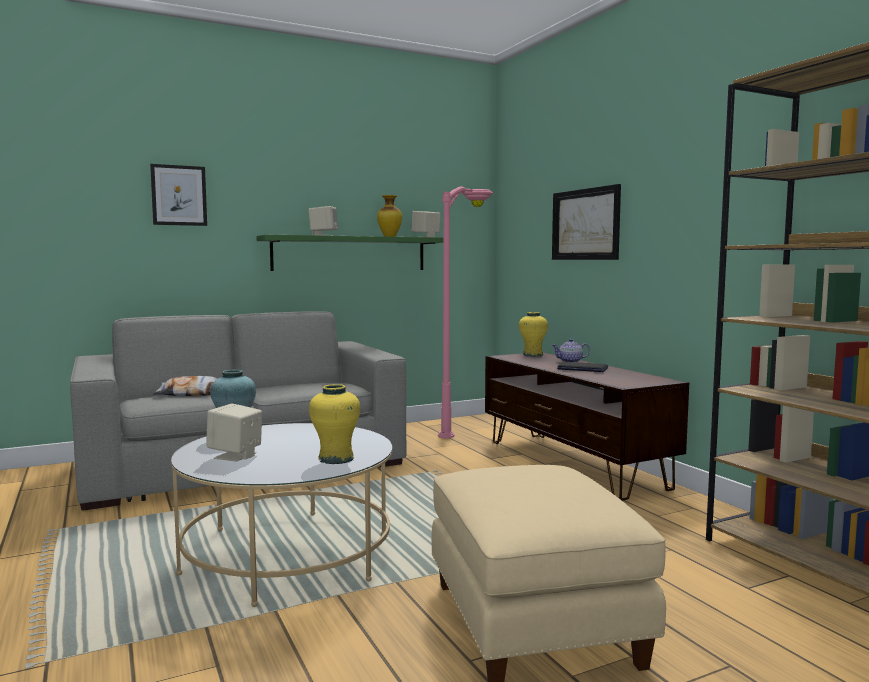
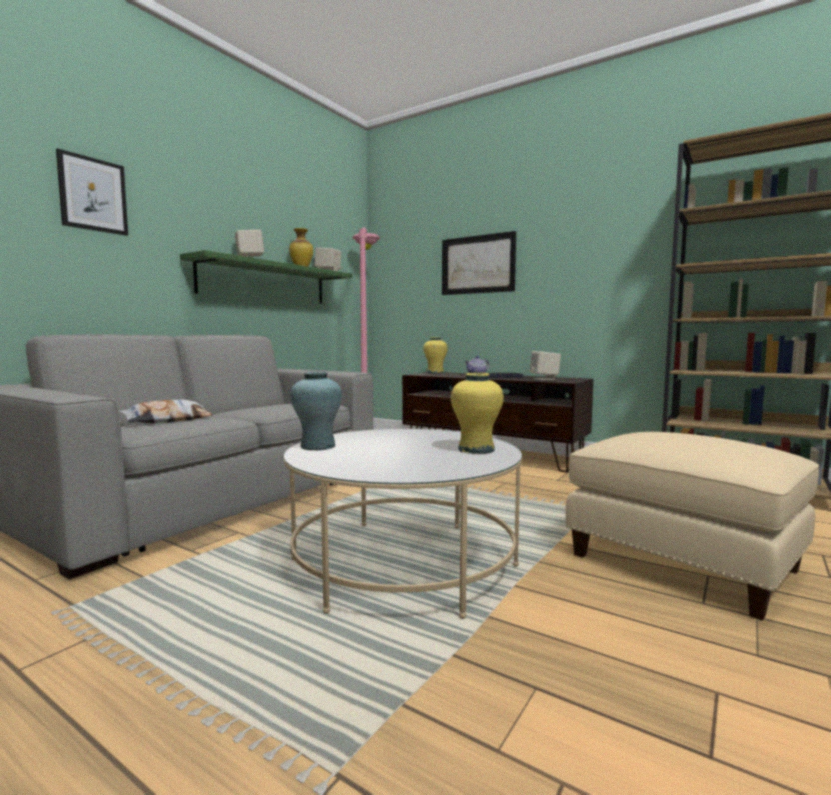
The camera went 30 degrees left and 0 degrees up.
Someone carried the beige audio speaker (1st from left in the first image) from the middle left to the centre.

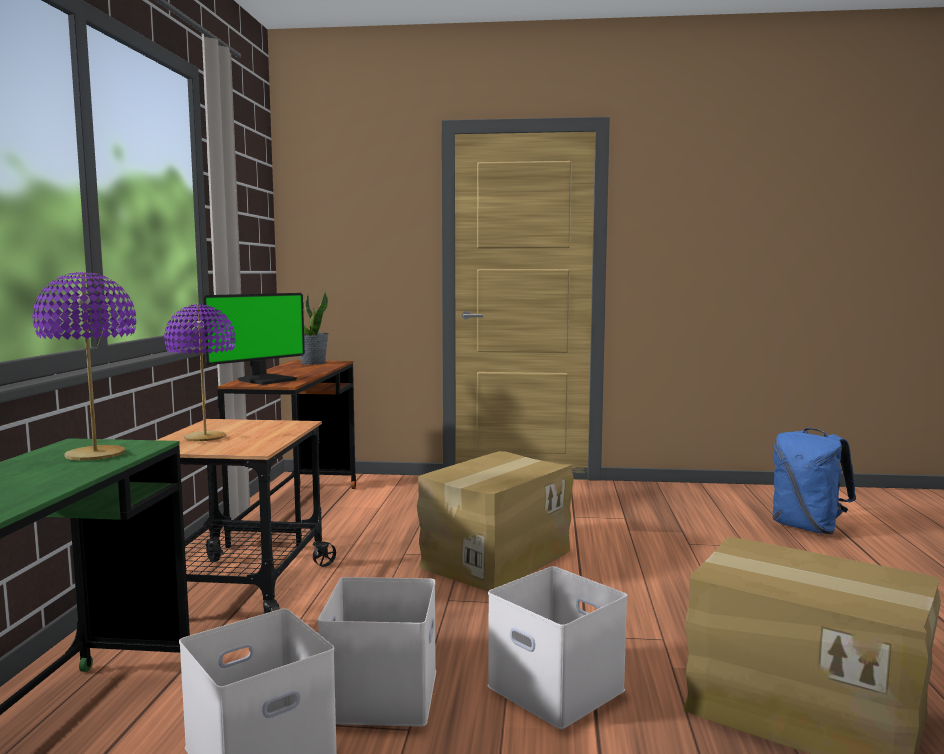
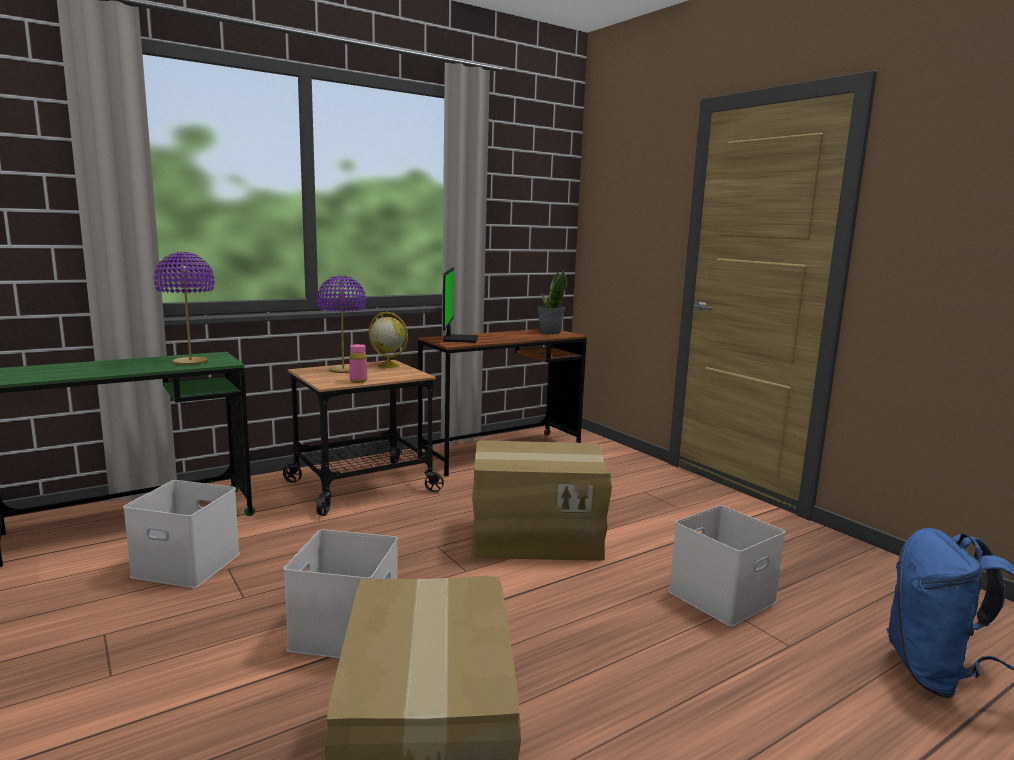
The camera went 50 degrees right and 5 degrees up.
Someone put down the pink beverage bottle at the centre.
Someone put down the desk globe at the centre.
Someone carried the whitish storage container (2nd from left in the first image) from the bottom centre to the bottom right.
Someone rotated the monitor at the middle left by 90 degrees counterclockwise.

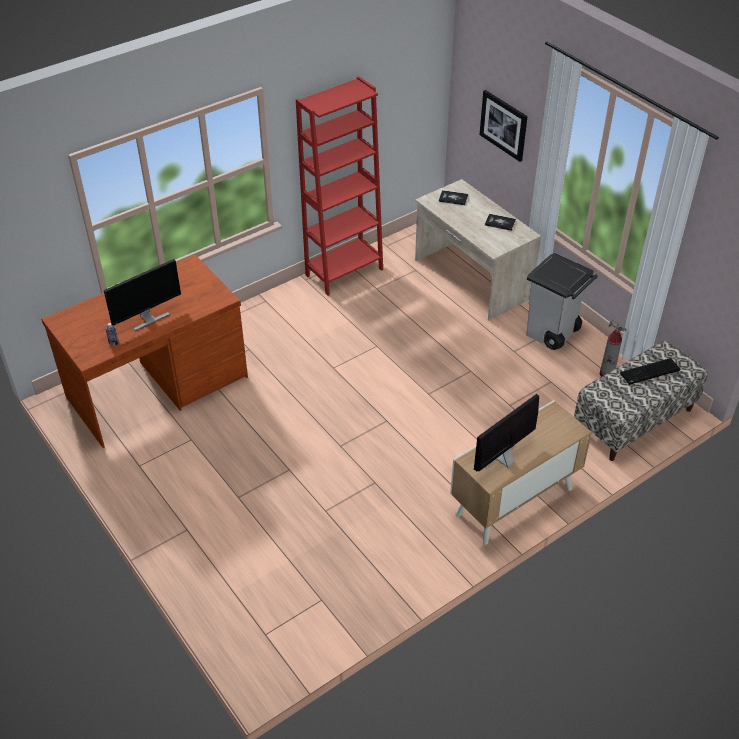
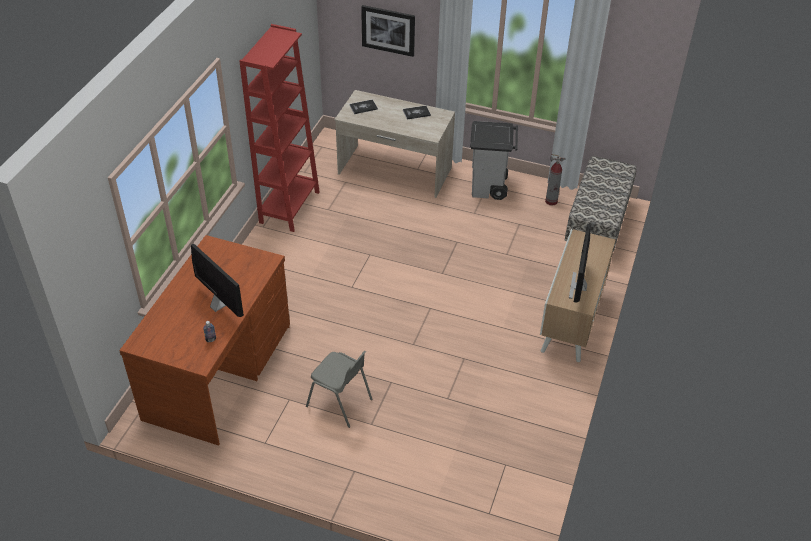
The camera went 35 degrees left and 0 degrees up.
Someone took away the keyboard at the middle right.
Someone put down the grey plain chair at the bottom centre.
Someone rotated the monitor (1st from left) at the middle left by 60 degrees counterclockwise.

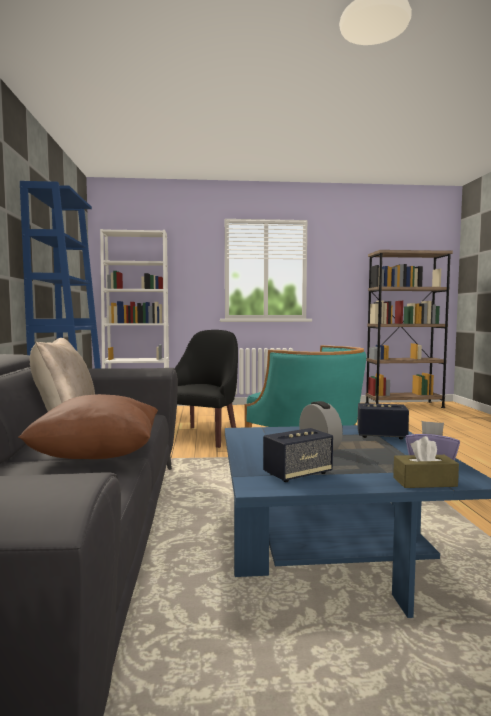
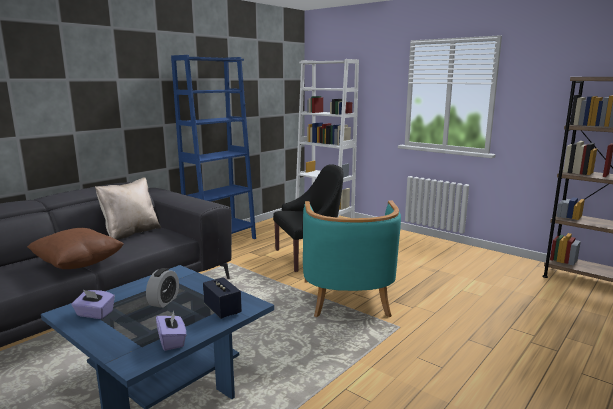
The camera went 45 degrees right and 10 degrees up.
Someone took away the brownish tissue holder at the middle right.
Someone swapped the audio speaker (1st from left) at the centre for the purplish tissue holder (1st from left) at the bottom left.

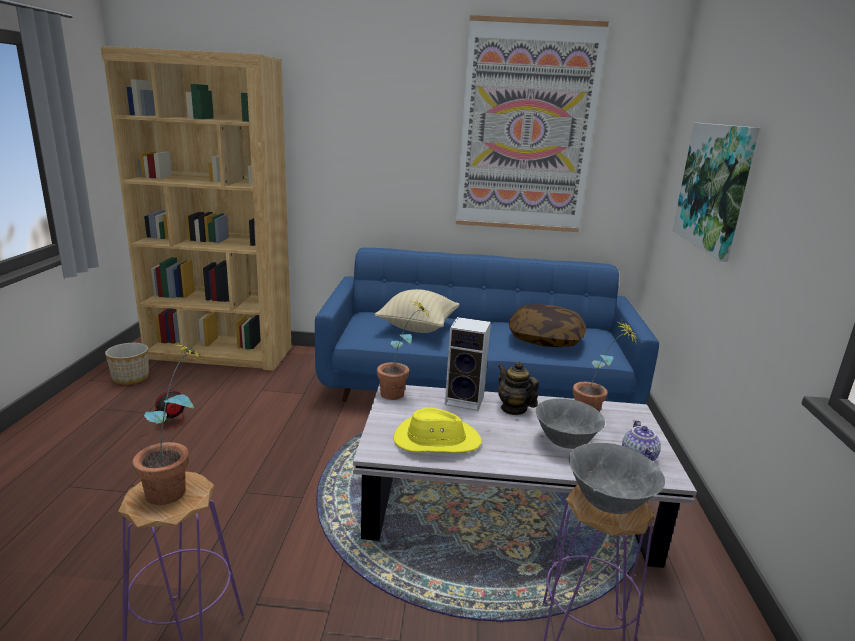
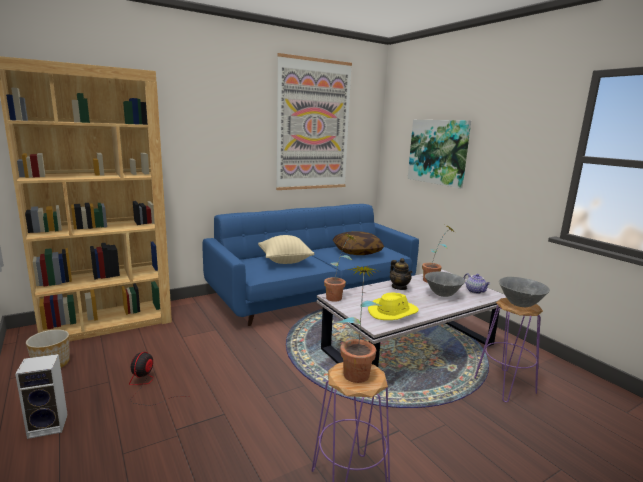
The camera went 35 degrees left and 5 degrees down.
Someone carried the audio speaker from the centre to the bottom left.
Someone rotated the pot for tea (1st from left) at the centre by 135 degrees counterclockwise.

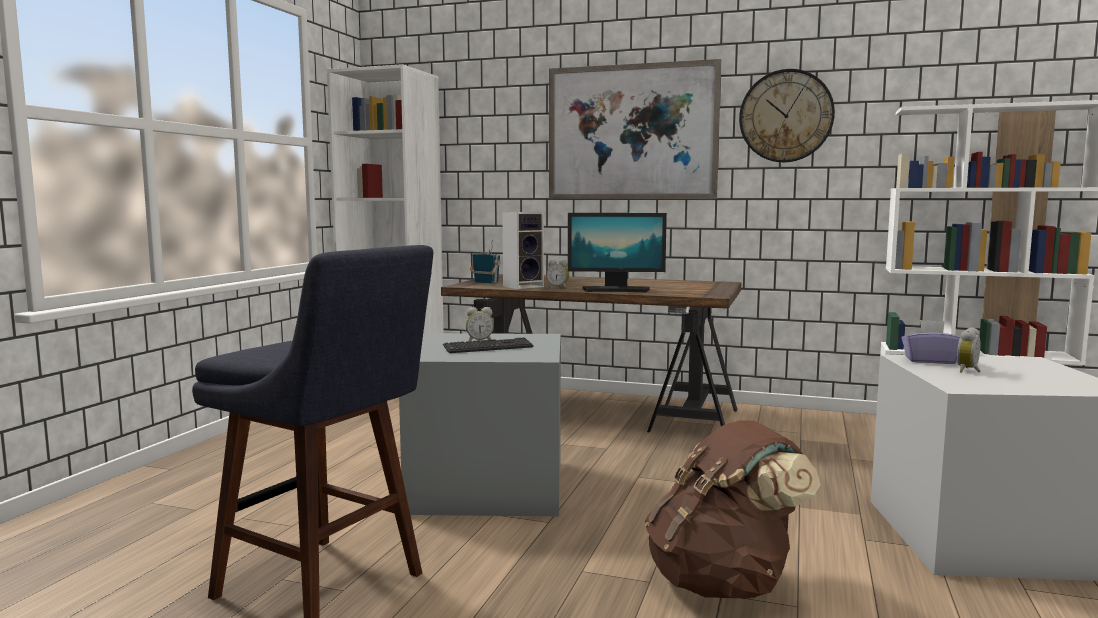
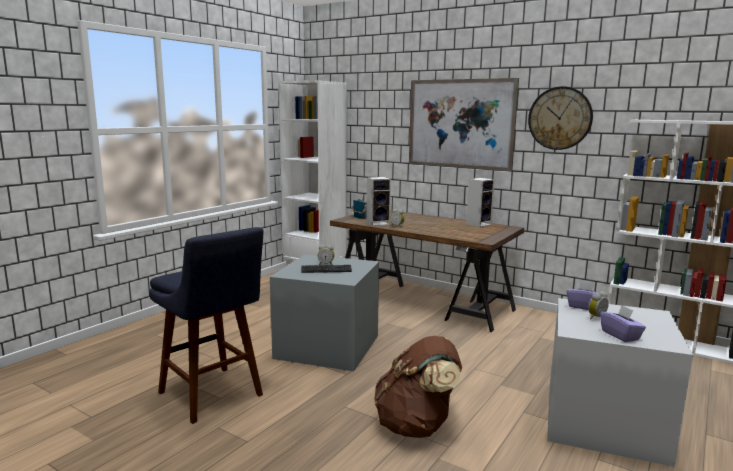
The camera went 15 degrees right and 5 degrees up.
Someone took away the monitor at the centre.
Someone put down the audio speaker (2nd from left) at the centre.
Someone put down the purplish tissue holder (2nd from left) at the bottom right.

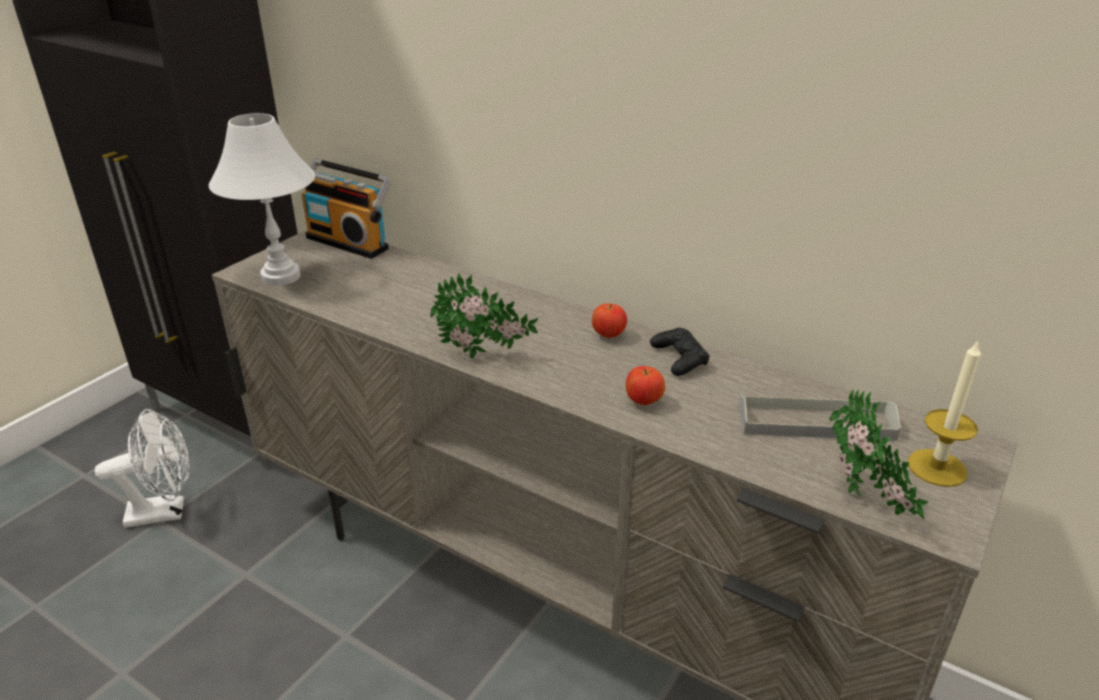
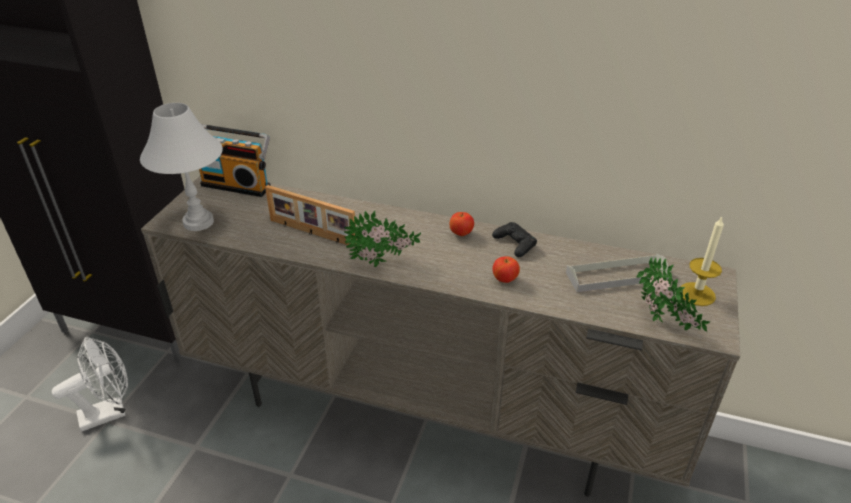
The camera went 15 degrees left and 5 degrees up.
Someone put down the standing frame at the centre.

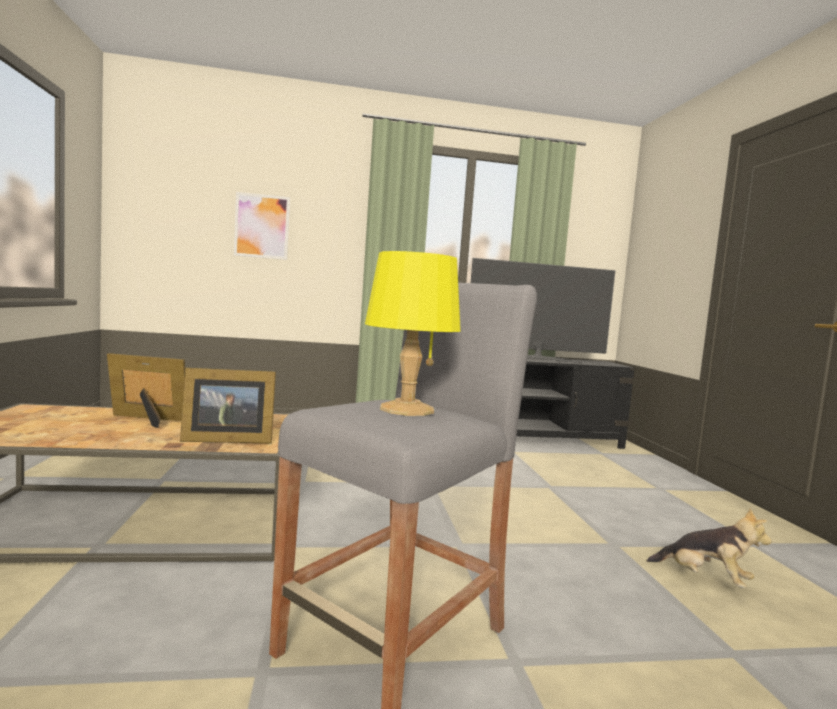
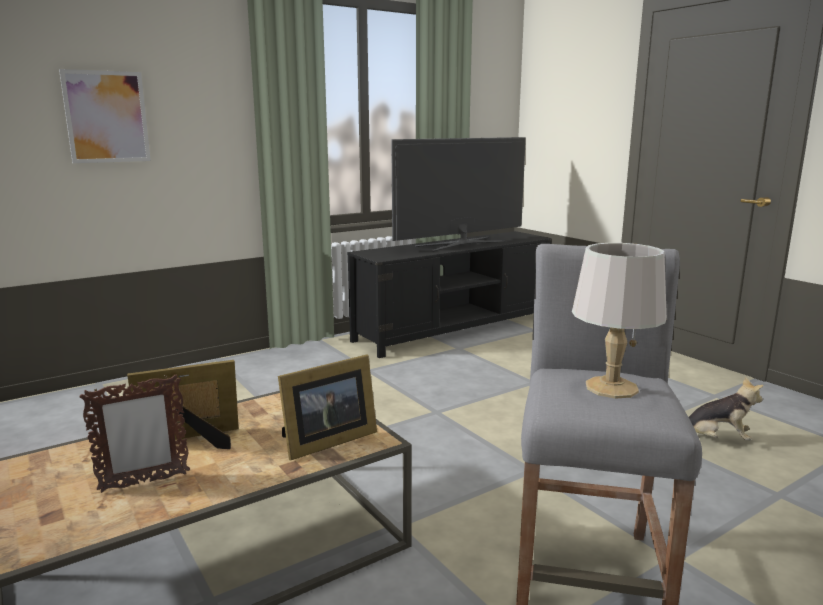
The camera went 25 degrees left and 10 degrees up.
Someone put down the standing frame (1st from left) at the bottom left.
Someone repainted the yellow lamp for a table at the centre, which became the grey lamp for a table at the middle right.

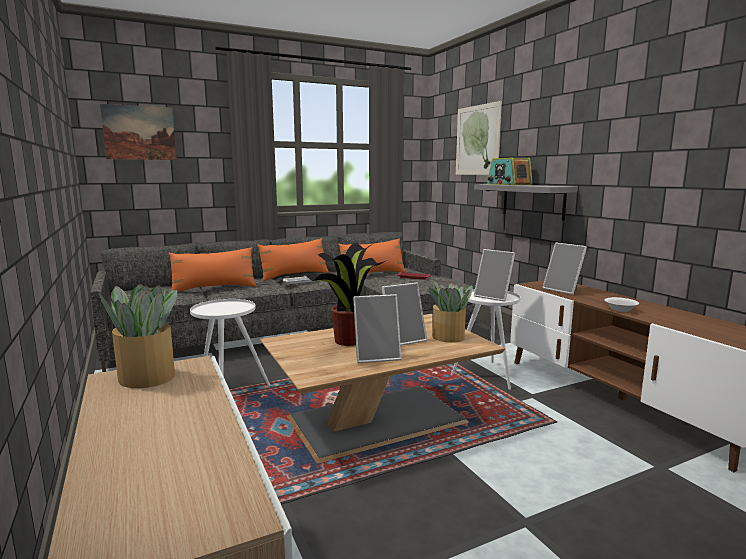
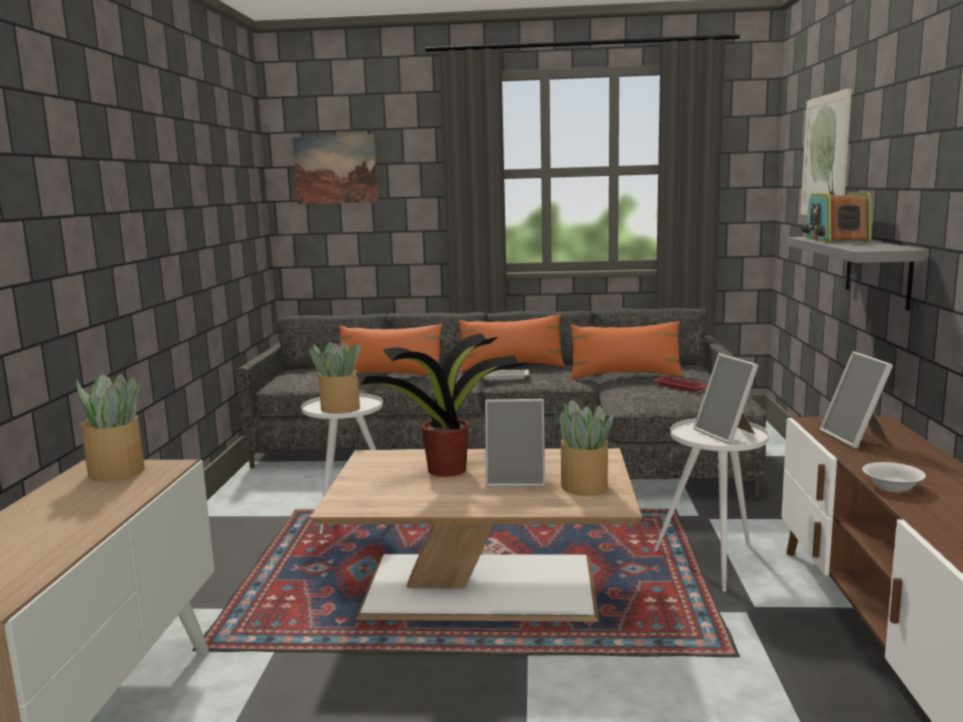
The camera went 30 degrees right and 0 degrees up.
Someone took away the standing frame (1st from left) at the centre.
Someone put down the plant in a pot (2nd from left) at the centre.

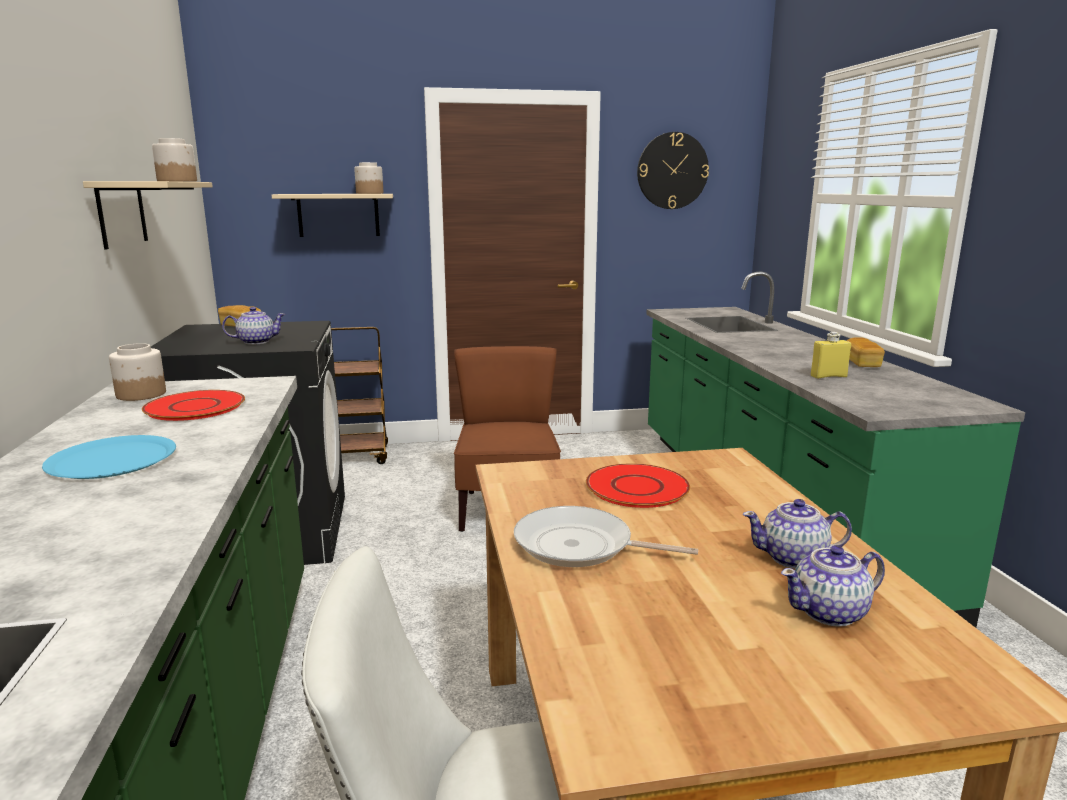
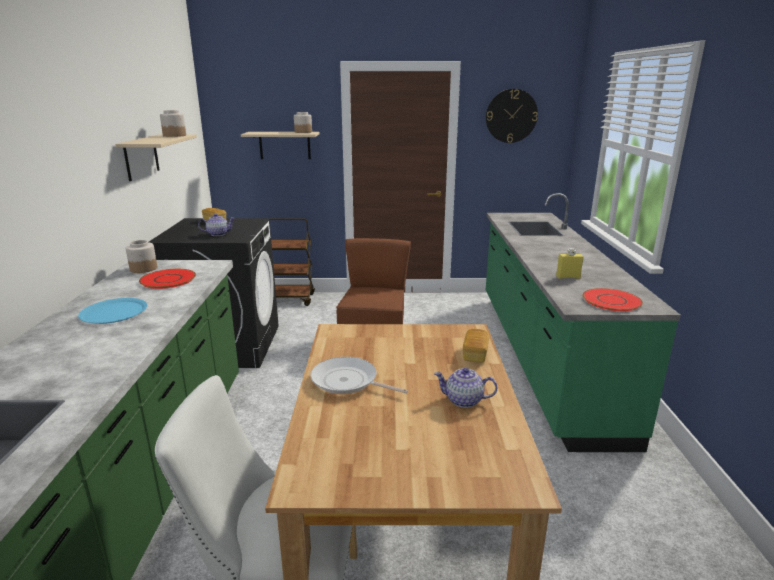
The camera went 10 degrees right and 5 degrees up.
Someone took away the pot for tea (3rd from left) at the bottom right.
Someone carried the reddish dinner plate (2nd from left) from the centre to the middle right.
Someone carried the baked bread (2nd from left) from the middle right to the centre.

